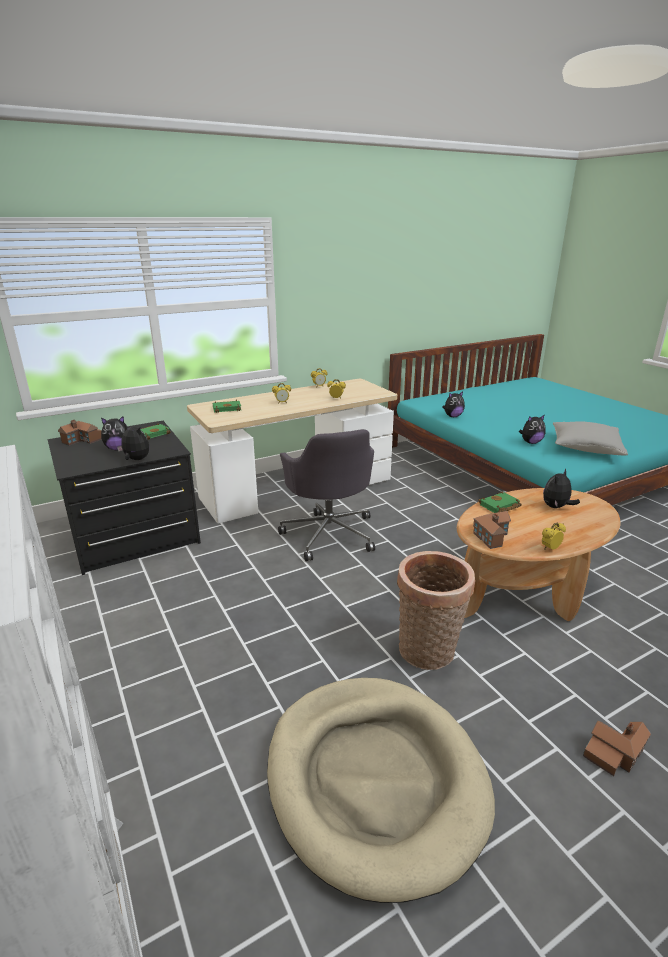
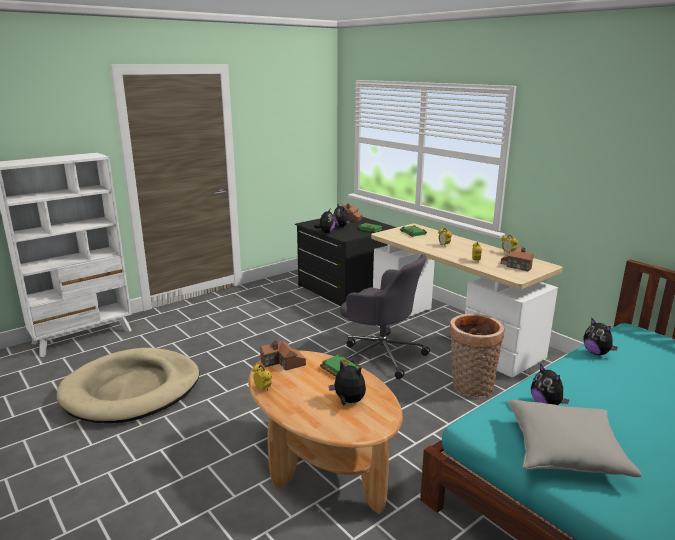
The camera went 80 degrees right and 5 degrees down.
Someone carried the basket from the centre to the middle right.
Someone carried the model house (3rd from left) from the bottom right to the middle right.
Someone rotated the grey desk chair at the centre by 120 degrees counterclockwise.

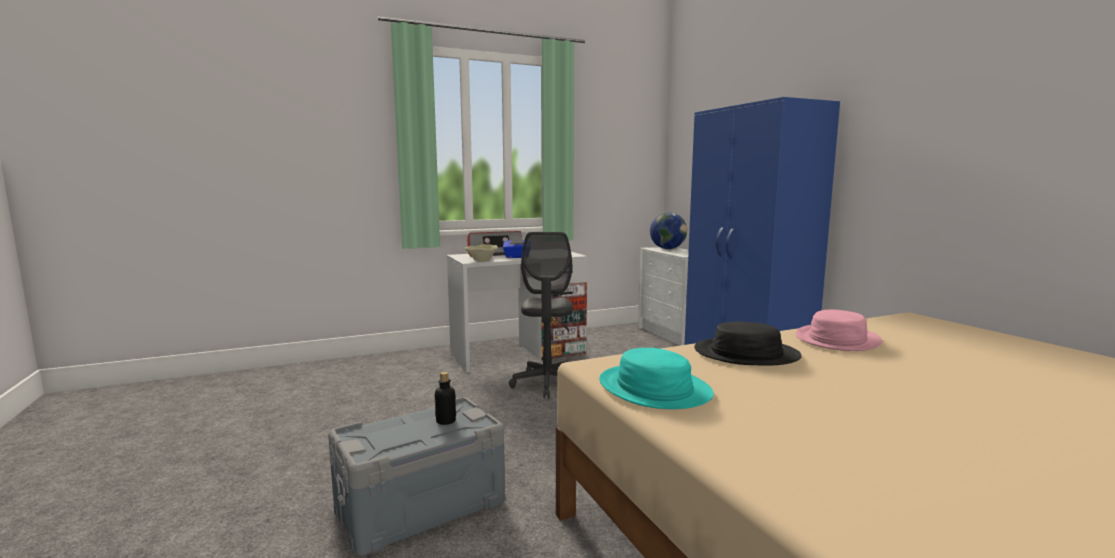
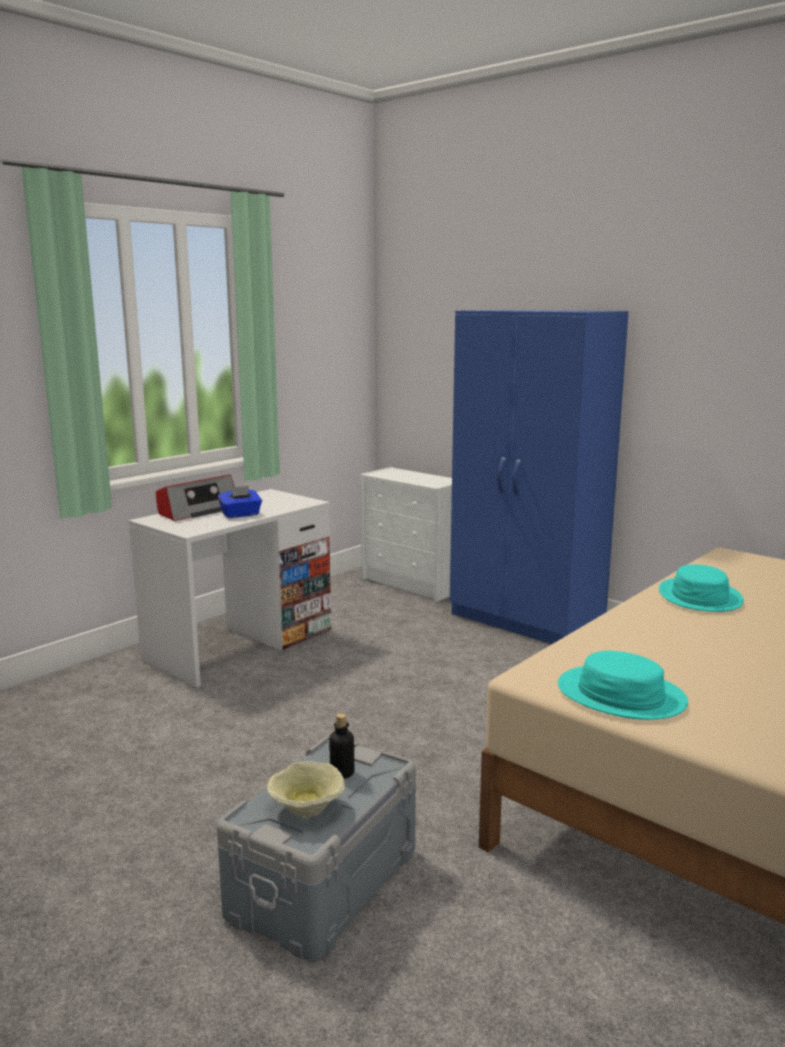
The camera went 25 degrees left and 5 degrees up.
Someone took away the grey desk chair at the centre.
Someone took away the desk globe at the centre.
Someone took away the black hat at the middle right.
Someone carried the beige serving bowl from the centre to the bottom centre.
Someone repainted the pink hat at the middle right, which became the turquoise hat (2nd from left) at the middle right.

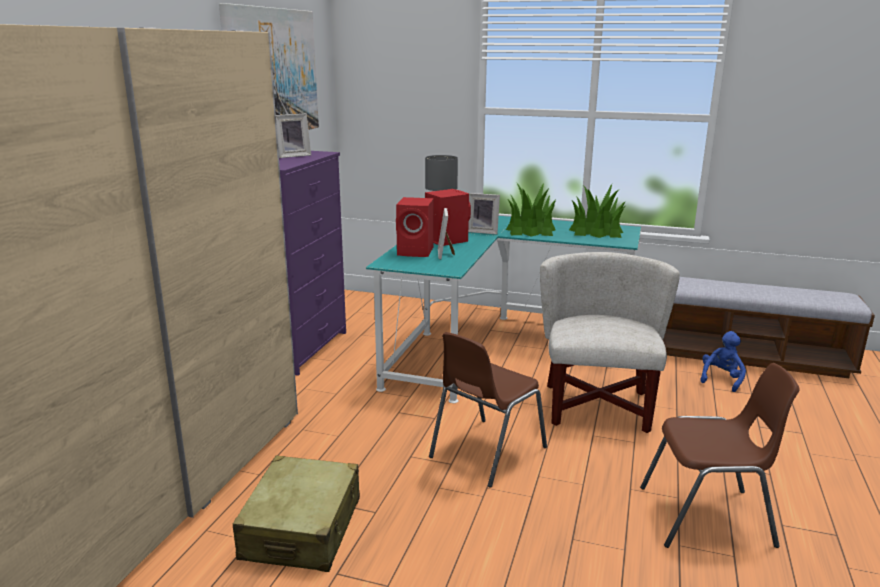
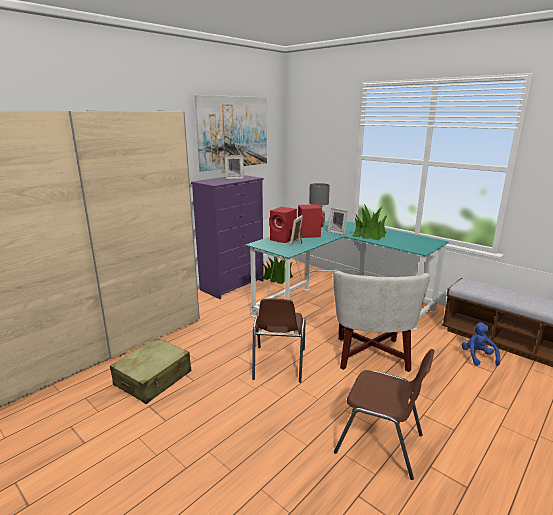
The camera went 25 degrees right and 0 degrees up.
Someone carried the plant in a pot (2nd from left in the first image) from the middle right to the centre.
Someone rotated the brownish plain chair (1st from left) at the bottom centre by 60 degrees counterclockwise.
Someone rotated the whitish easy chair at the middle right by 150 degrees clockwise.
Someone rotated the blue-coloured soft toy at the middle right by 60 degrees counterclockwise.

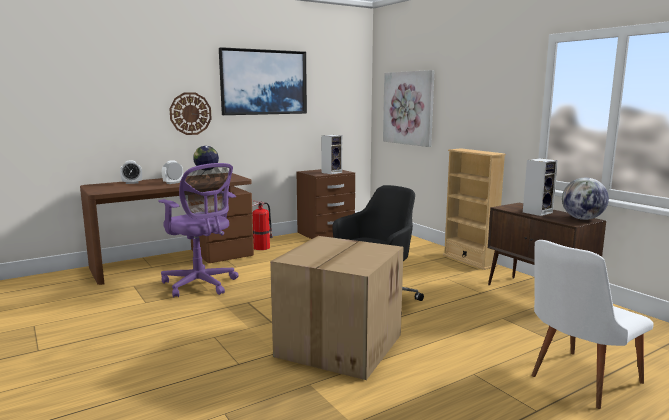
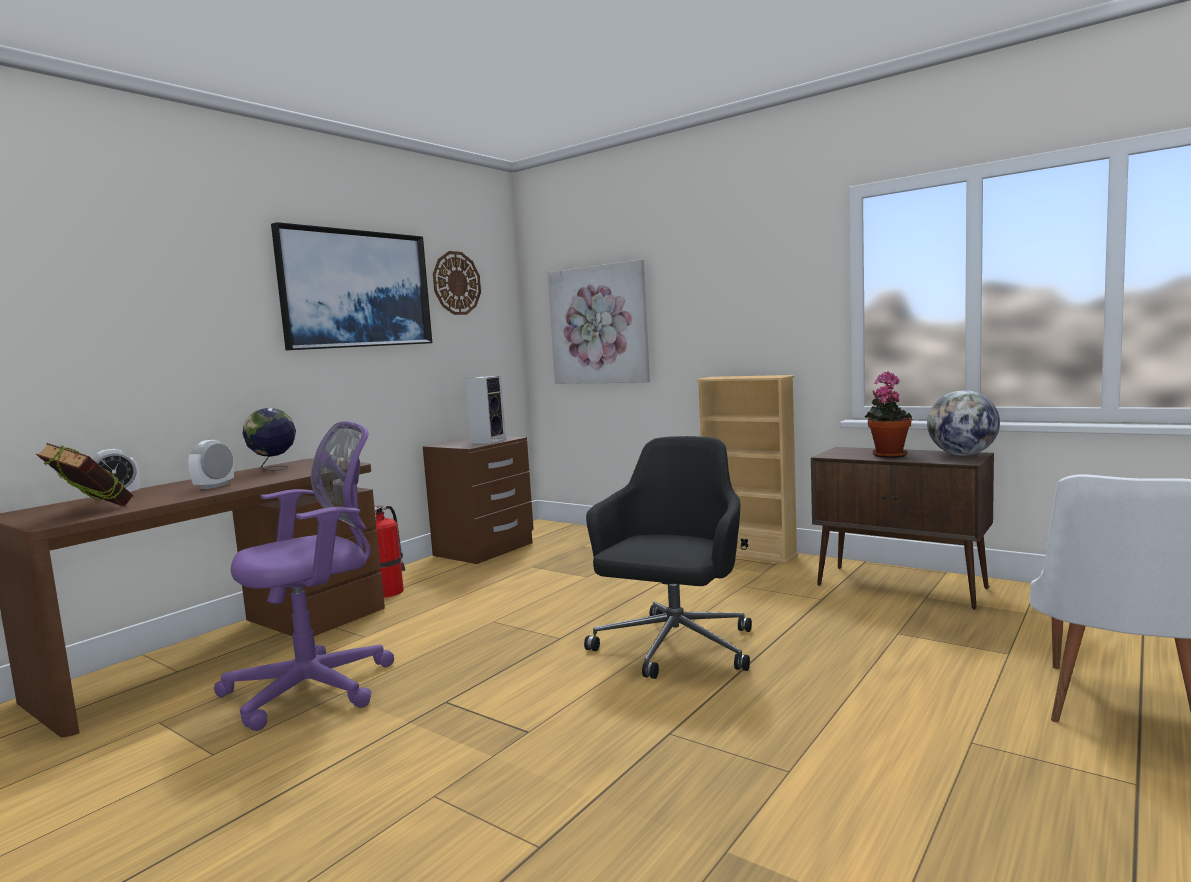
The camera went 20 degrees left and 5 degrees down.
Someone took away the carton at the bottom centre.
Someone put down the book at the middle left.
Someone carried the wall clock from the top left to the top centre.
Someone swapped the audio speaker (2nd from left) at the middle right for the plant in a pot at the middle right.
Someone rotated the purplish desk chair at the middle left by 60 degrees counterclockwise.

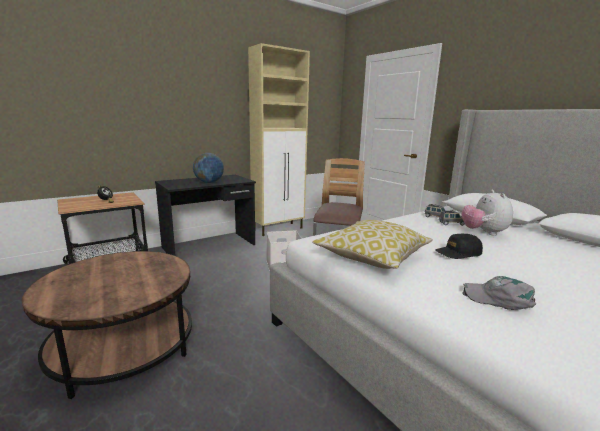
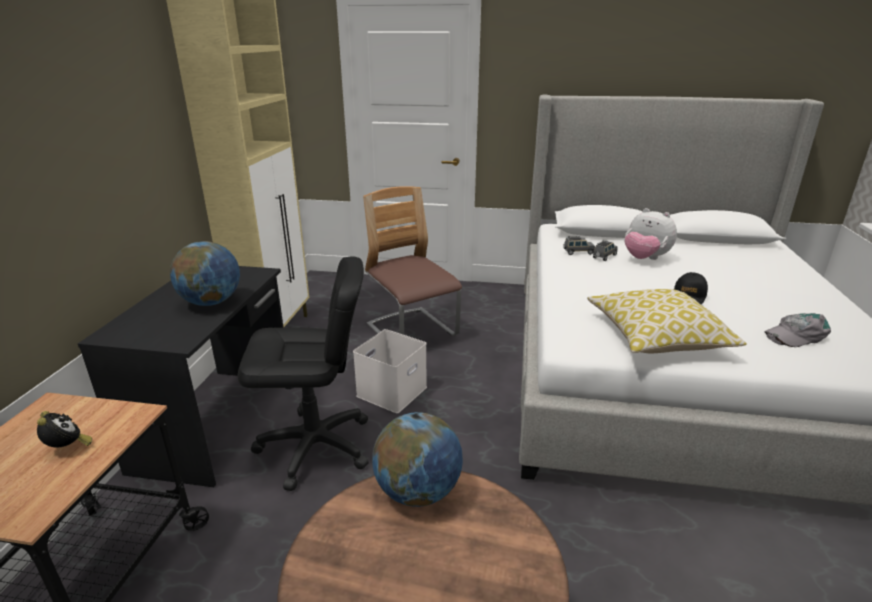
The camera went 45 degrees left and 10 degrees up.
Someone put down the black desk chair at the centre.
Someone put down the desk globe (2nd from left) at the bottom centre.

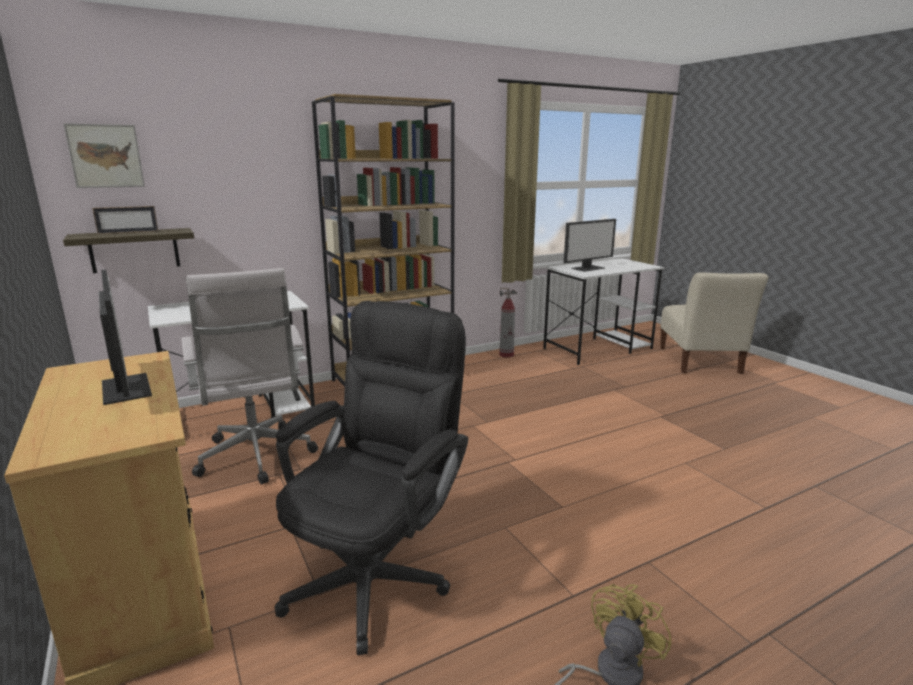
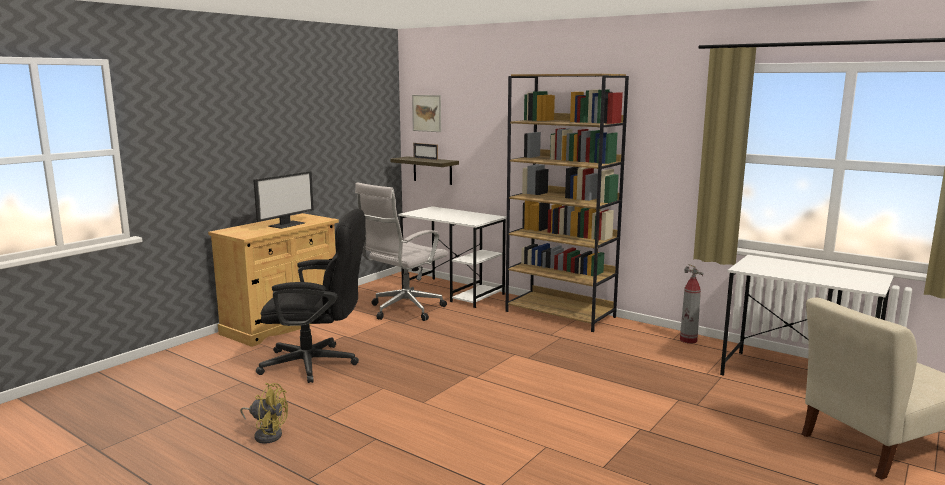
The camera went 65 degrees right and 5 degrees down.
Someone took away the monitor (2nd from left) at the centre.

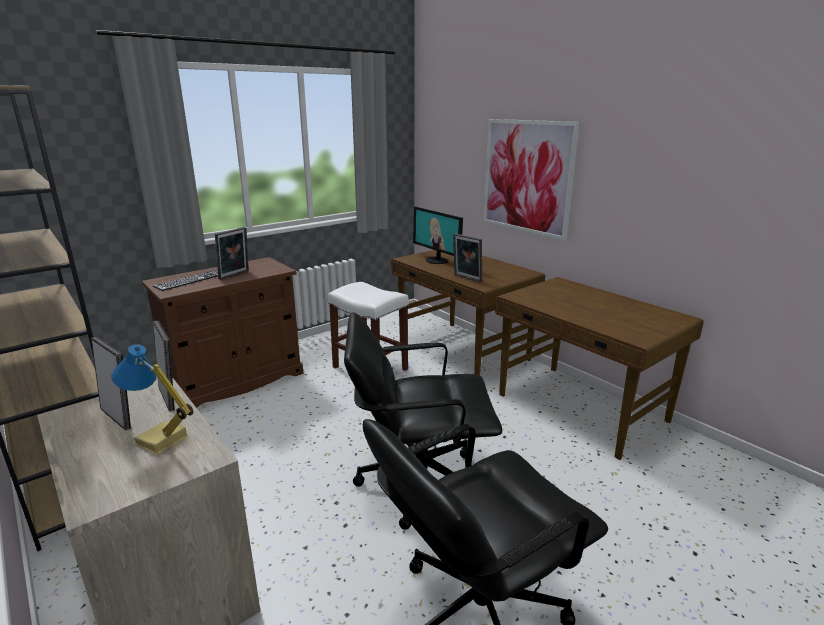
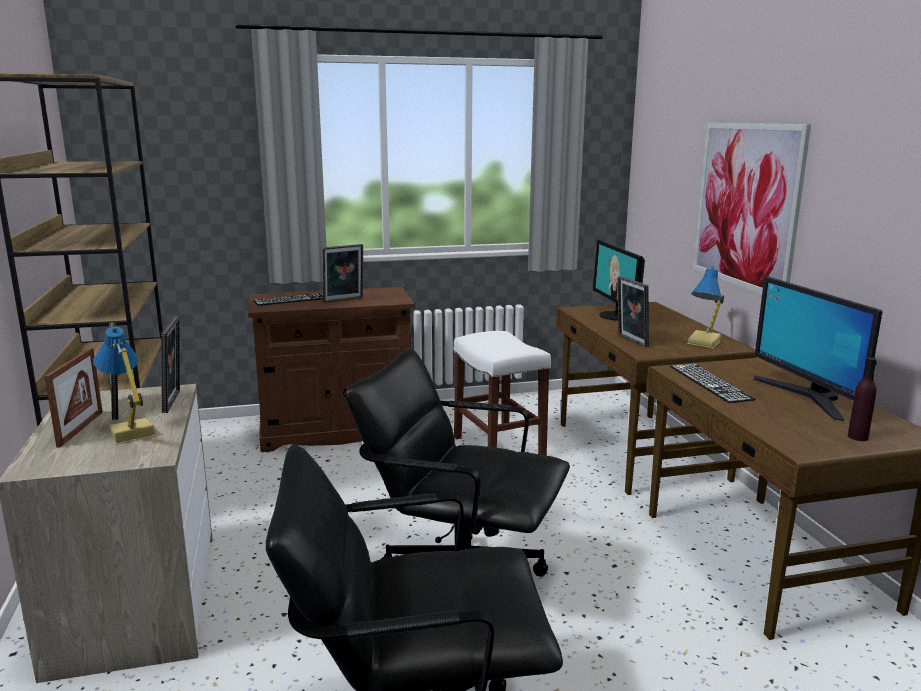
The camera went 25 degrees right and 5 degrees down.
Someone put down the standing frame (1st from left) at the middle left.
Someone put down the keyboard (2nd from left) at the middle right.
Someone put down the lamp for a table (2nd from left) at the middle right.
Someone put down the monitor (2nd from left) at the middle right.
Someone put down the purplish beverage bottle at the middle right.

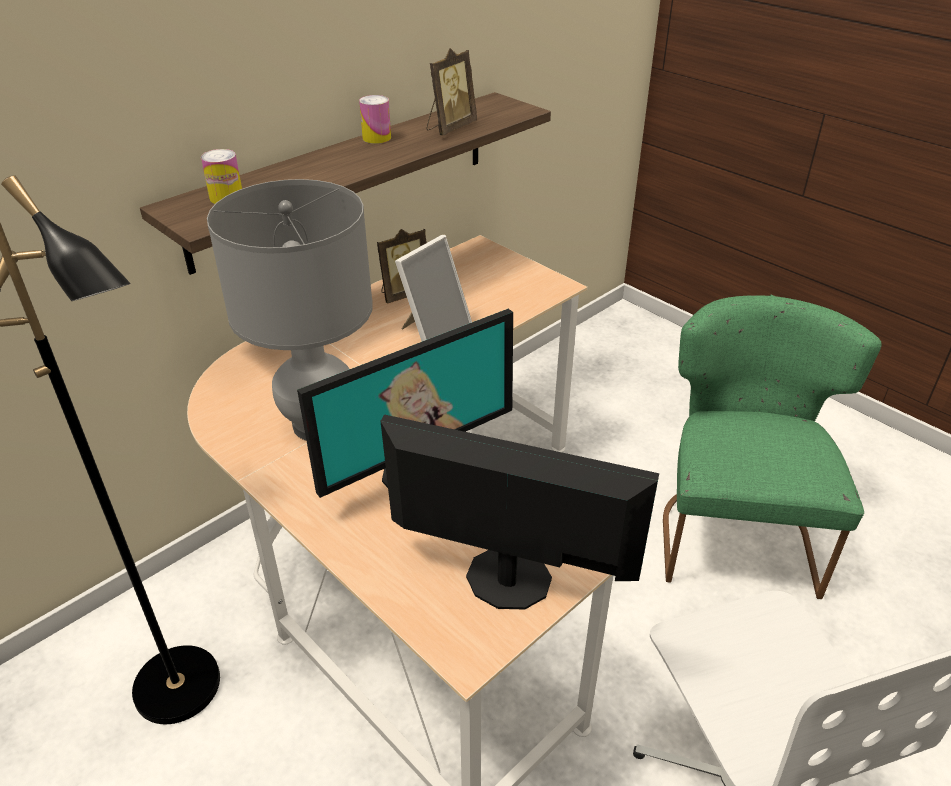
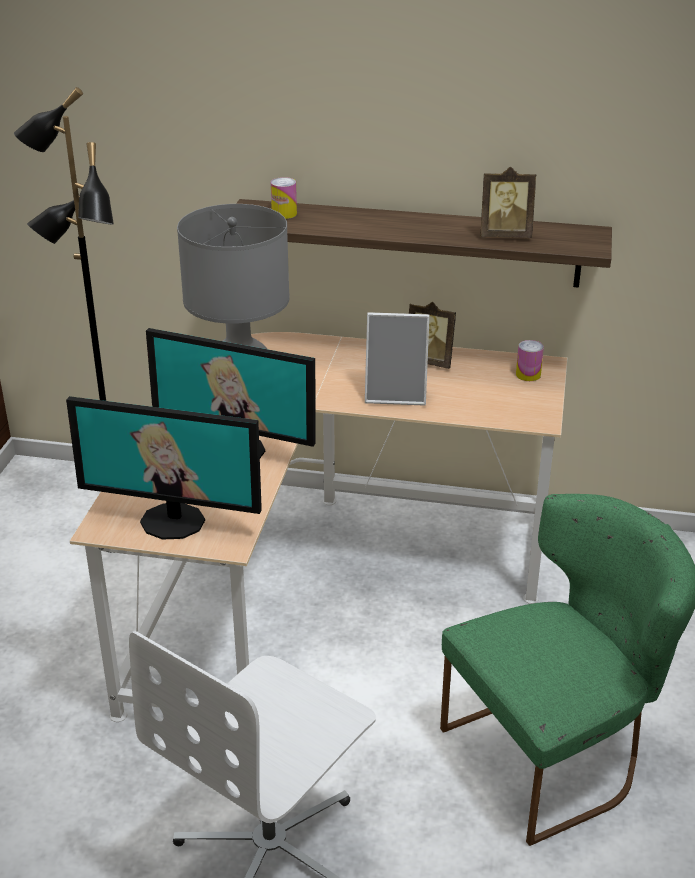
The camera went 55 degrees right and 5 degrees down.
Someone carried the can (2nd from left) from the top centre to the middle right.
Someone rotated the monitor (2nd from left in the first image) at the centre by 120 degrees clockwise.

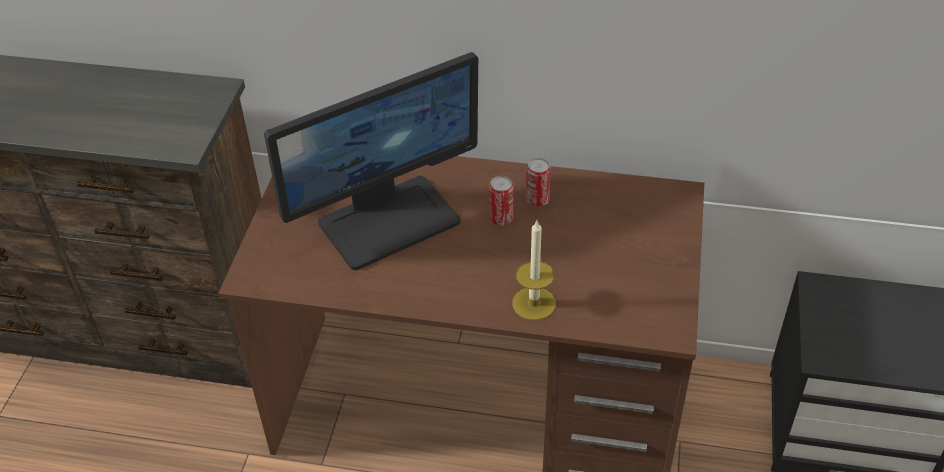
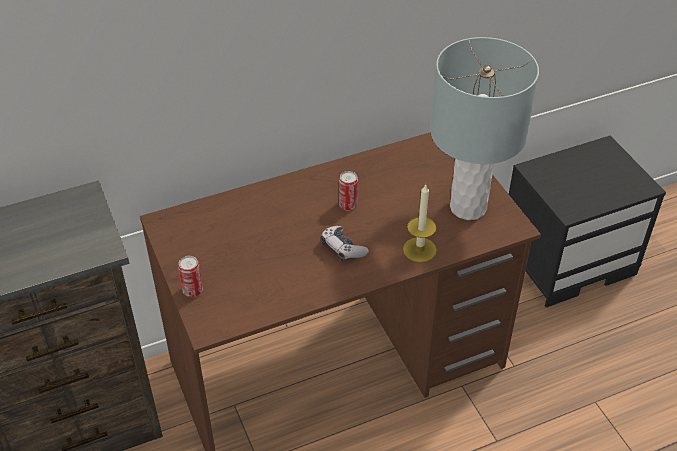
The camera went 35 degrees left and 0 degrees up.
Someone took away the monitor at the centre.
Someone put down the game controller at the centre.
Someone put down the grey lamp for a table at the top right.
Someone carried the can (2nd from left in the first image) from the centre to the middle left.

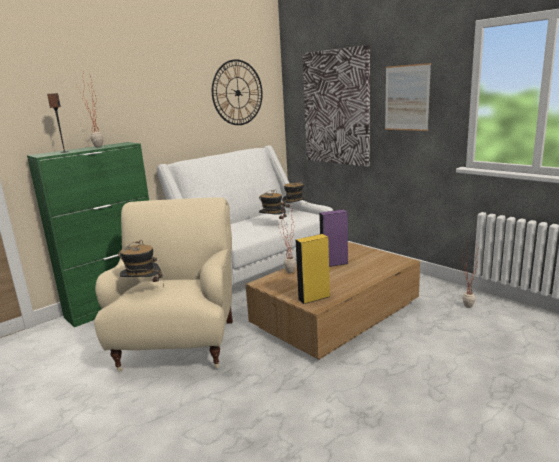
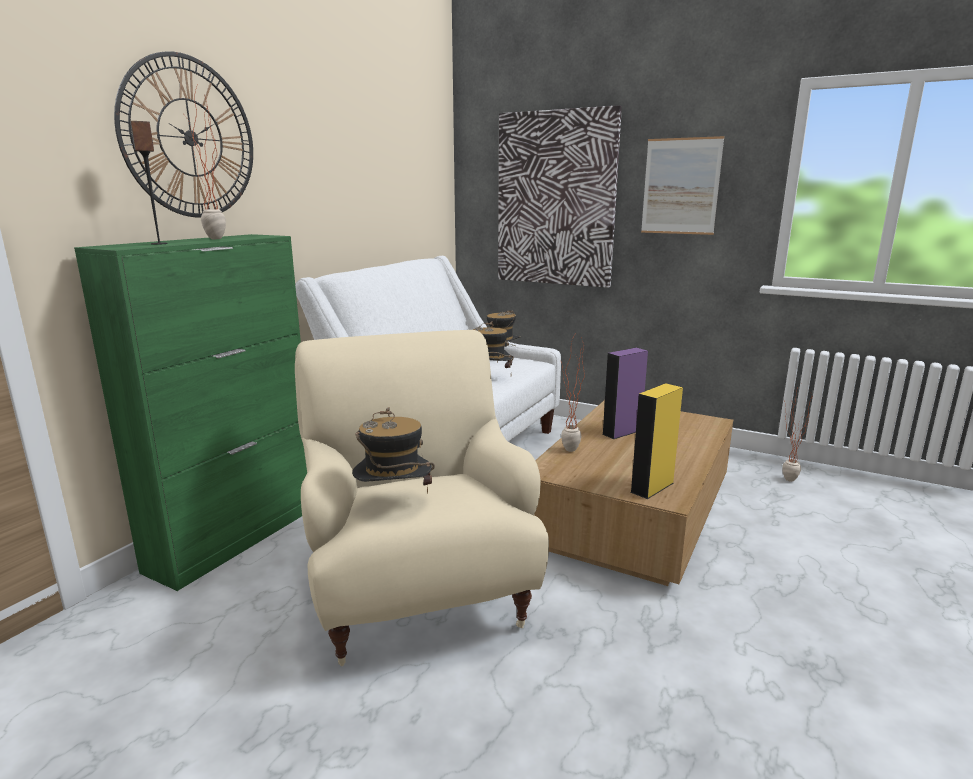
The camera went 20 degrees left and 0 degrees up.
Someone carried the wall clock from the top centre to the top left.

